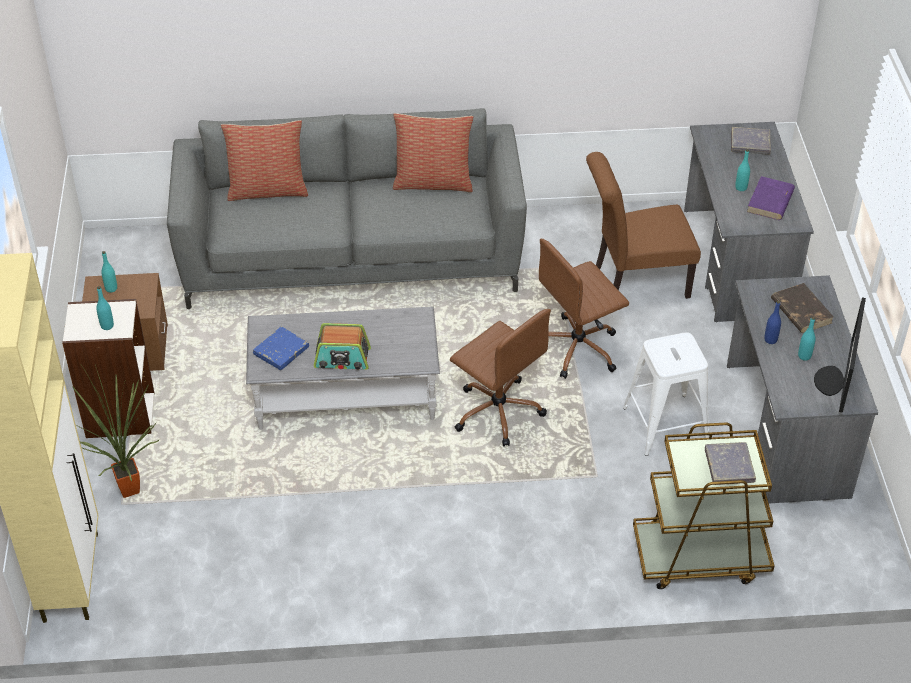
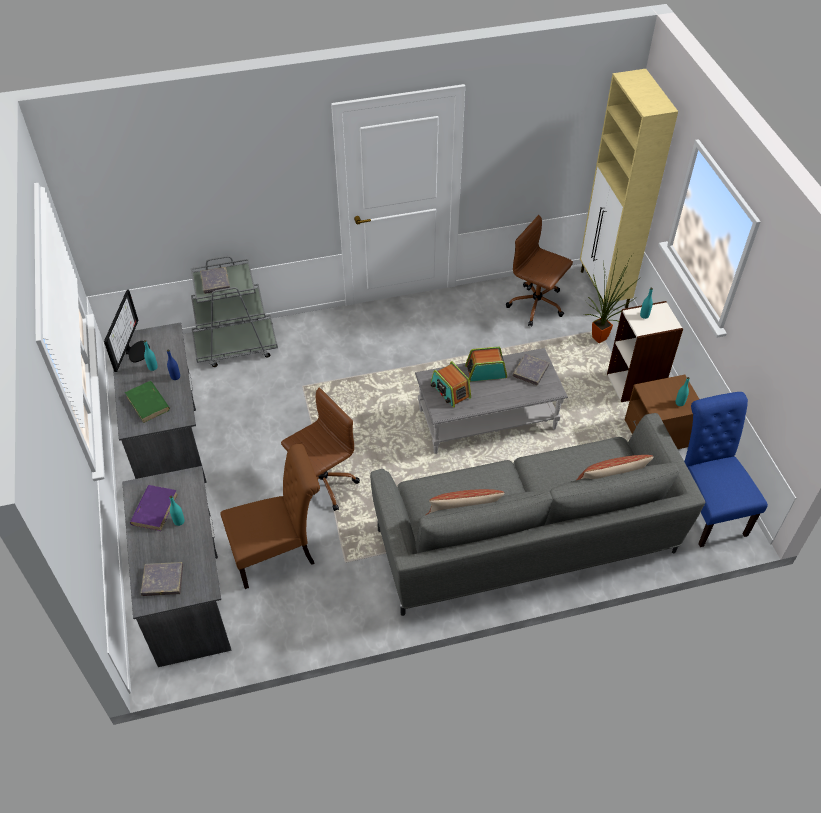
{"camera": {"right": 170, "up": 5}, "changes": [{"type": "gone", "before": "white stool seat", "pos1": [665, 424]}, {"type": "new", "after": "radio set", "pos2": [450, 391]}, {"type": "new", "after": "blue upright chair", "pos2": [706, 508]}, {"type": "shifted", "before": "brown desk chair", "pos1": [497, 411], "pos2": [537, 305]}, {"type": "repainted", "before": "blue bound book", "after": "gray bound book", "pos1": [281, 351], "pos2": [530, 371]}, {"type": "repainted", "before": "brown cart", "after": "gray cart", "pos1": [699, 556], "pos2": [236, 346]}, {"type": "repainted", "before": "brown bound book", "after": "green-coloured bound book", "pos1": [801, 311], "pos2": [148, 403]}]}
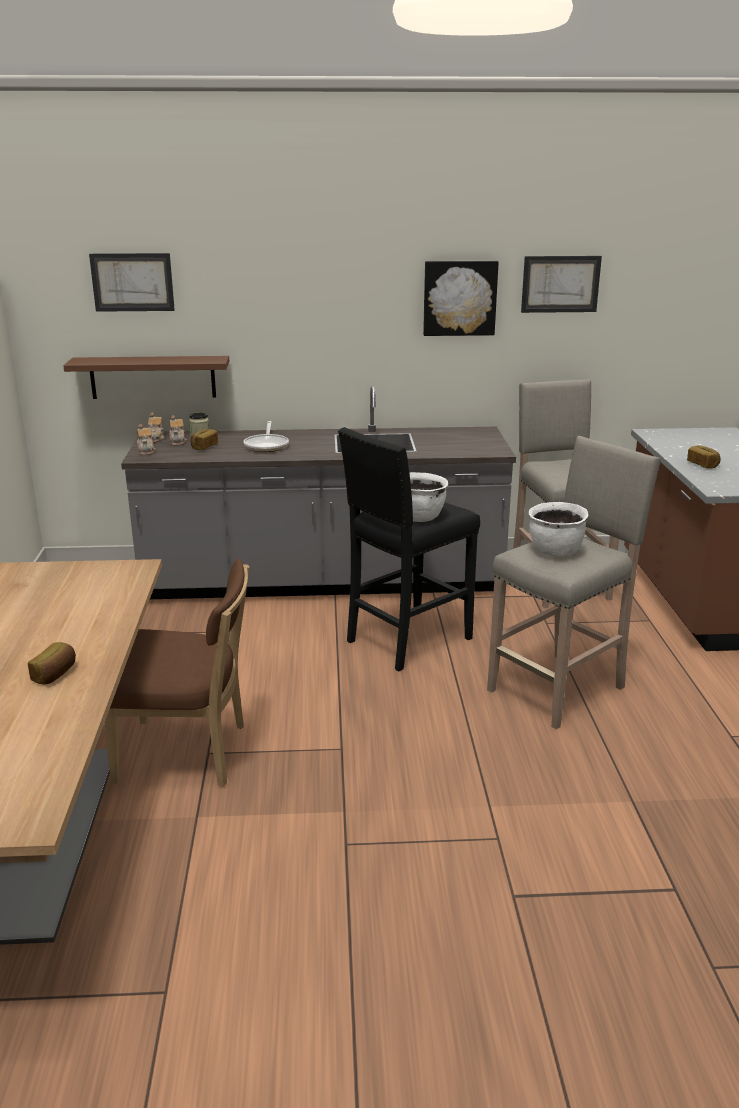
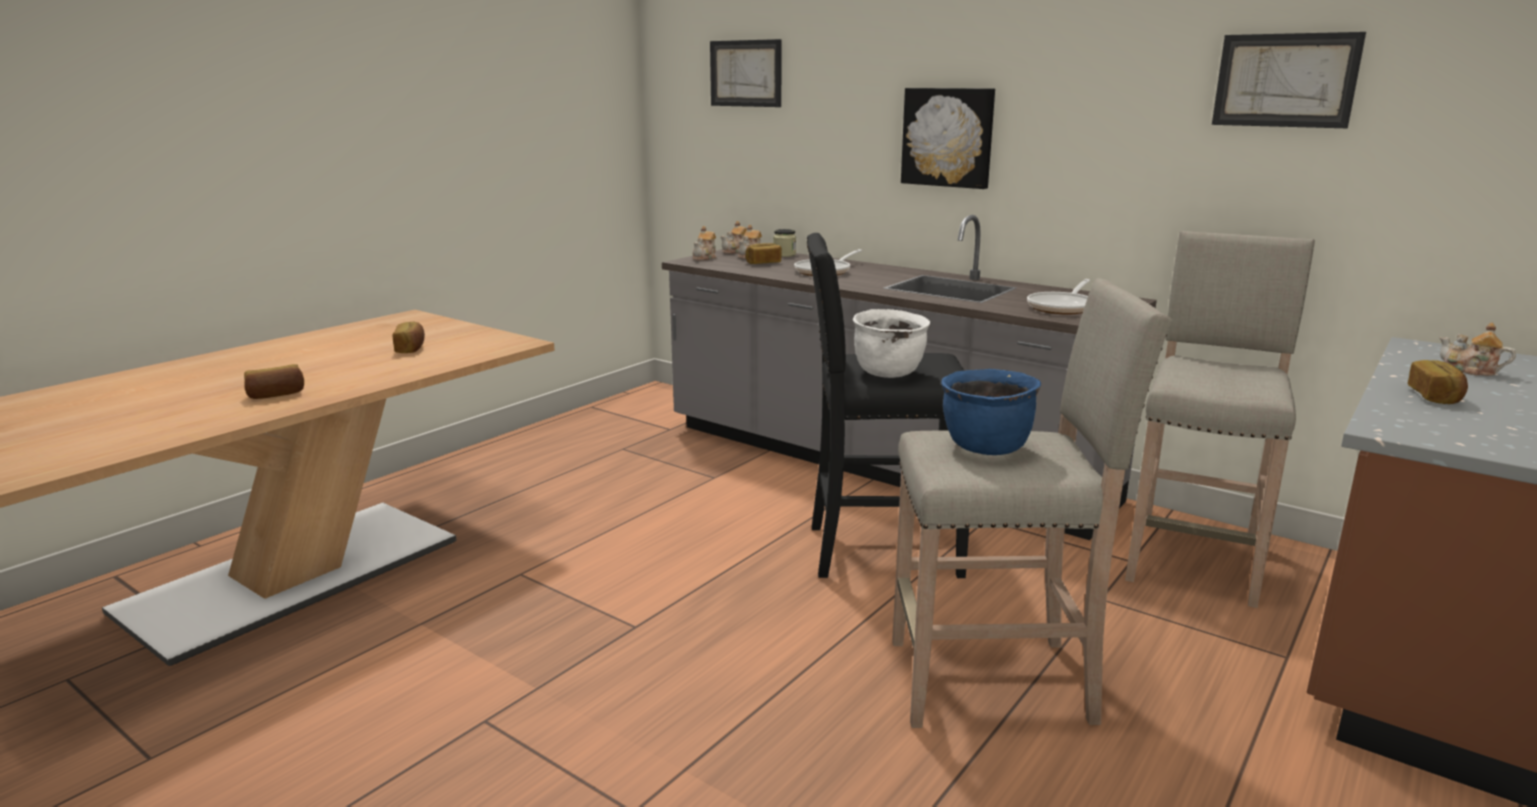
{"camera": {"right": 40, "up": -5}, "changes": [{"type": "gone", "before": "brown bracket shelf", "pos1": [153, 377]}, {"type": "gone", "before": "brown upright chair", "pos1": [188, 754]}, {"type": "new", "after": "bakery bread", "pos2": [411, 348]}, {"type": "new", "after": "skillet", "pos2": [1063, 307]}, {"type": "new", "after": "teapot", "pos2": [1470, 371]}, {"type": "shifted", "before": "wall picture", "pos1": [459, 298], "pos2": [948, 137]}, {"type": "repainted", "before": "white saucepot", "after": "blue saucepot", "pos1": [555, 552], "pos2": [985, 448]}]}
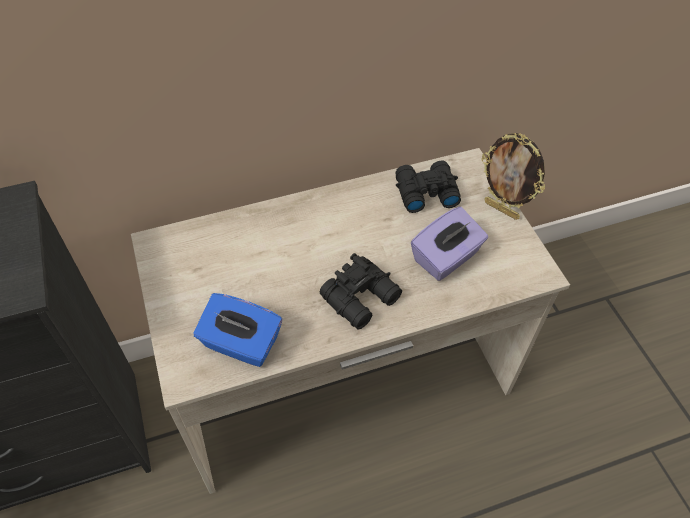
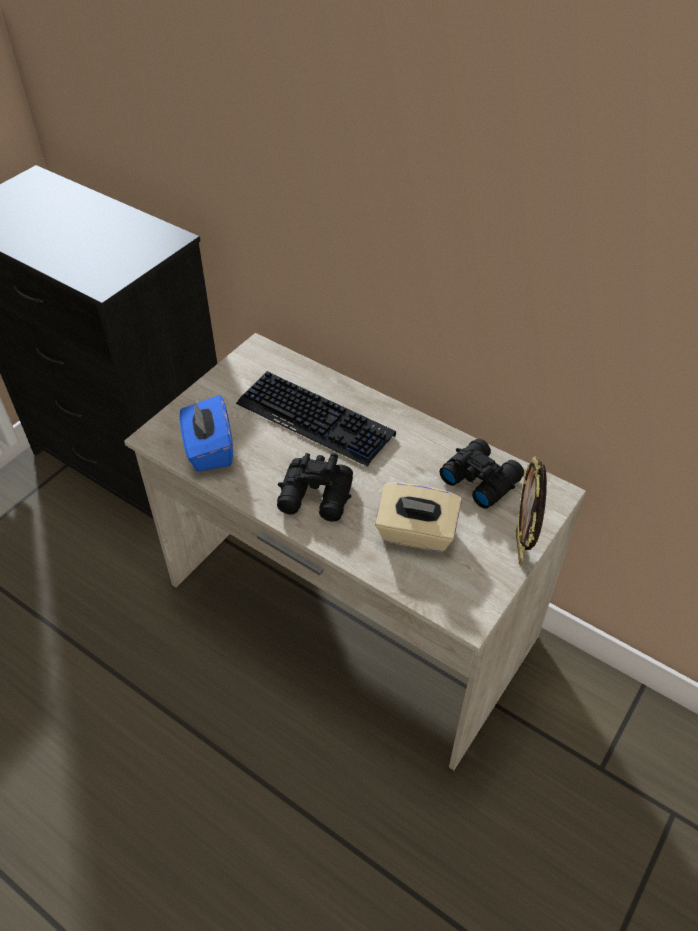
{"camera": {"right": 55, "up": -5}, "changes": [{"type": "new", "after": "keyboard", "pos2": [315, 419]}, {"type": "repainted", "before": "purple tissue box", "after": "beige tissue box", "pos1": [446, 258], "pos2": [416, 533]}]}
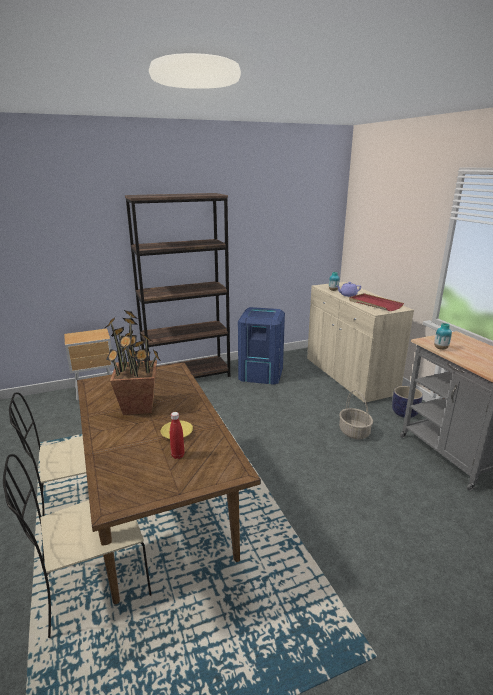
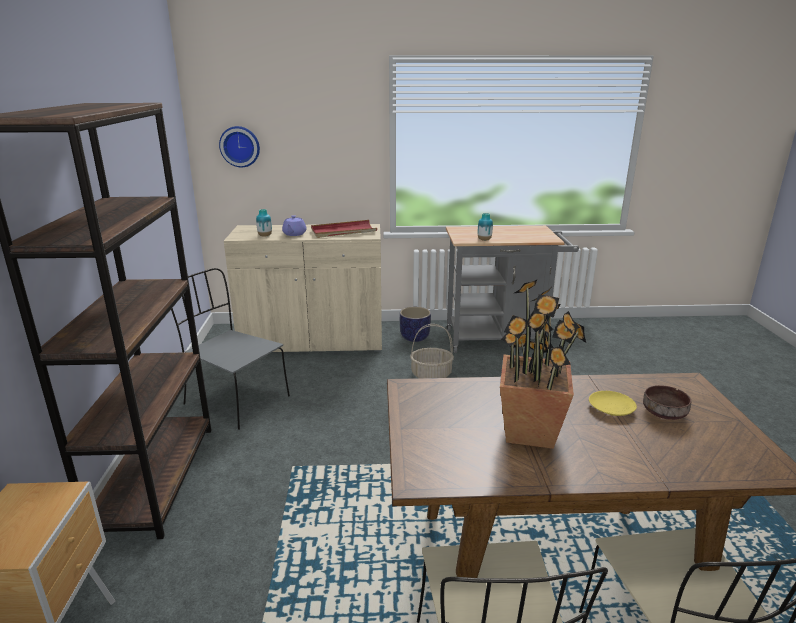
{"camera": {"right": -70, "up": 0}, "changes": [{"type": "new", "after": "hanging clock", "pos2": [240, 146]}, {"type": "swapped", "before": "reddish drink bottle", "after": "brown bowl", "pos1": [178, 455], "pos2": [663, 413]}, {"type": "swapped", "before": "blue rubbish bin", "after": "gray upright chair", "pos1": [261, 373], "pos2": [235, 400]}]}
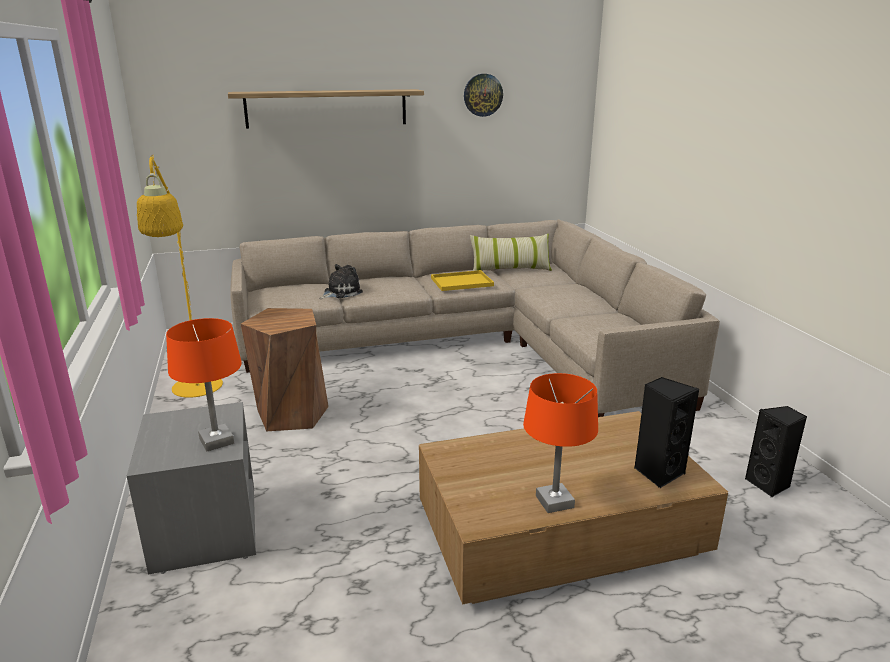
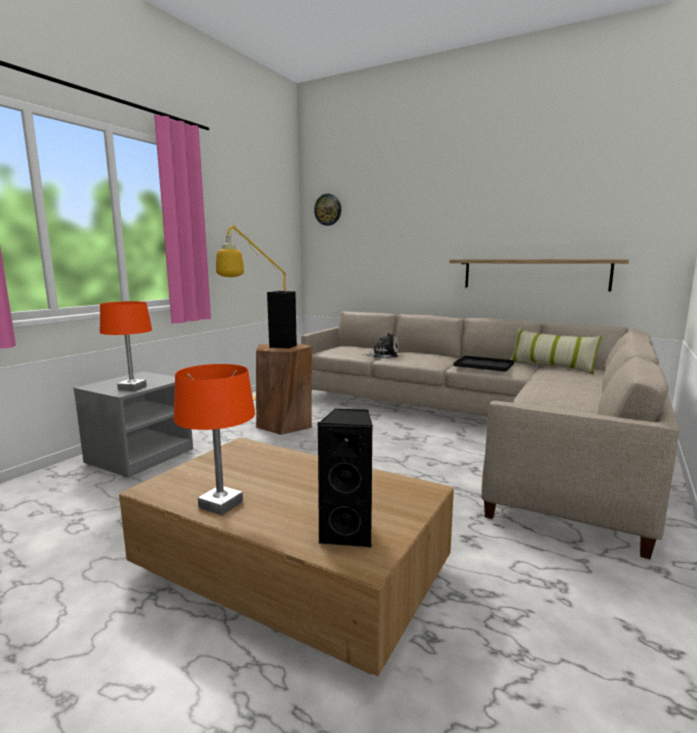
{"camera": {"right": 45, "up": -10}, "changes": [{"type": "shifted", "before": "bracket shelf", "pos1": [327, 108], "pos2": [534, 274]}, {"type": "shifted", "before": "hanging clock", "pos1": [483, 95], "pos2": [328, 209]}, {"type": "shifted", "before": "black-coloured audio speaker", "pos1": [769, 485], "pos2": [283, 346]}, {"type": "repainted", "before": "yellow-coloured tray", "after": "black-coloured tray", "pos1": [462, 281], "pos2": [485, 365]}]}
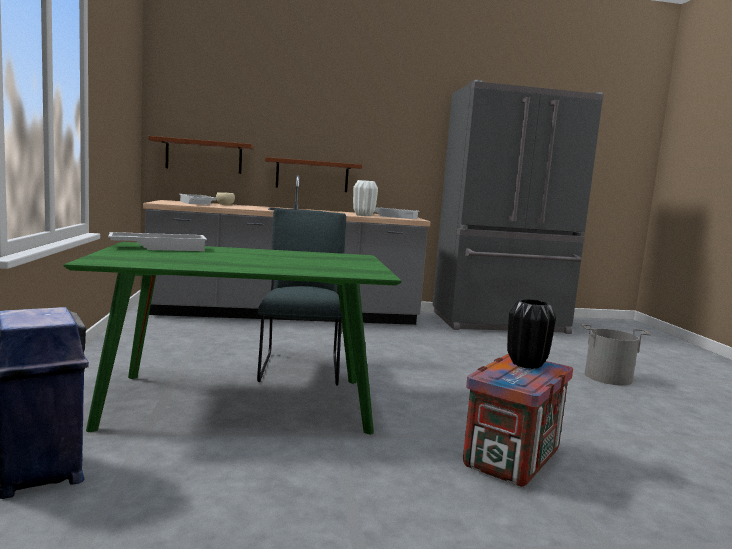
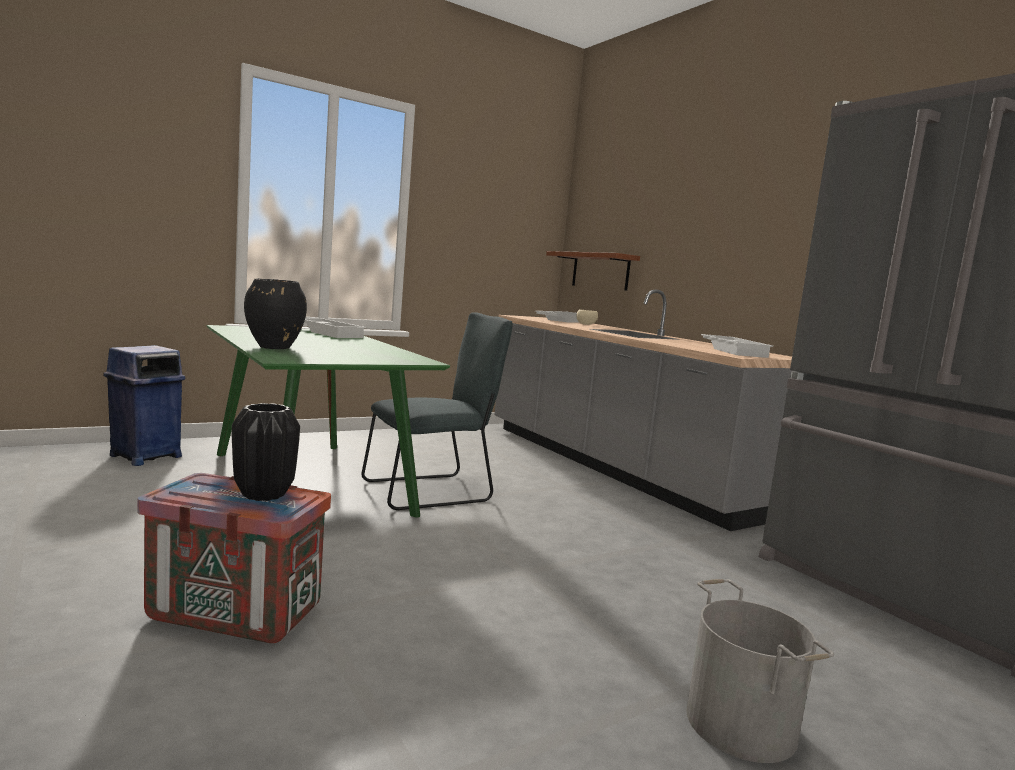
{"camera": {"right": 65, "up": 0}, "changes": [{"type": "gone", "before": "brown bracket shelf", "pos1": [312, 175]}, {"type": "gone", "before": "white flower vase", "pos1": [364, 215]}, {"type": "new", "after": "black-coloured flower vase", "pos2": [275, 347]}]}
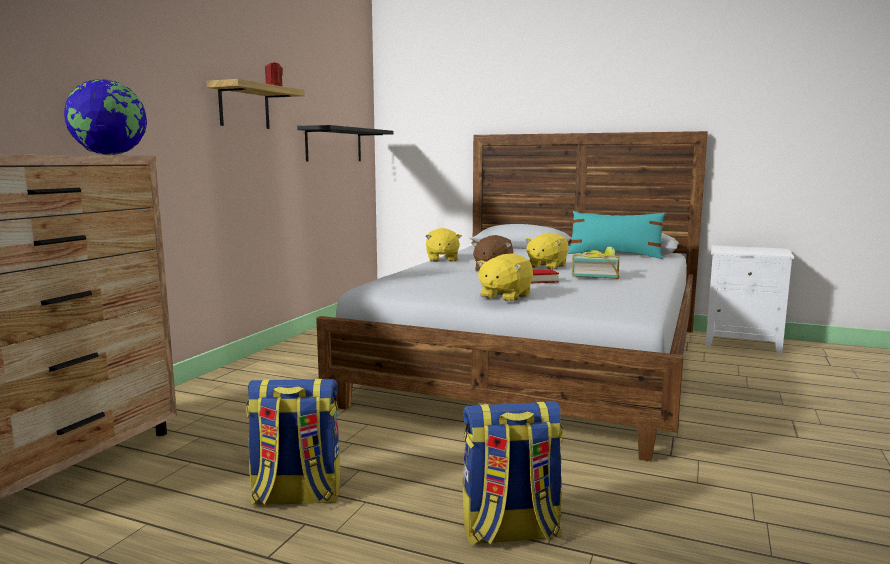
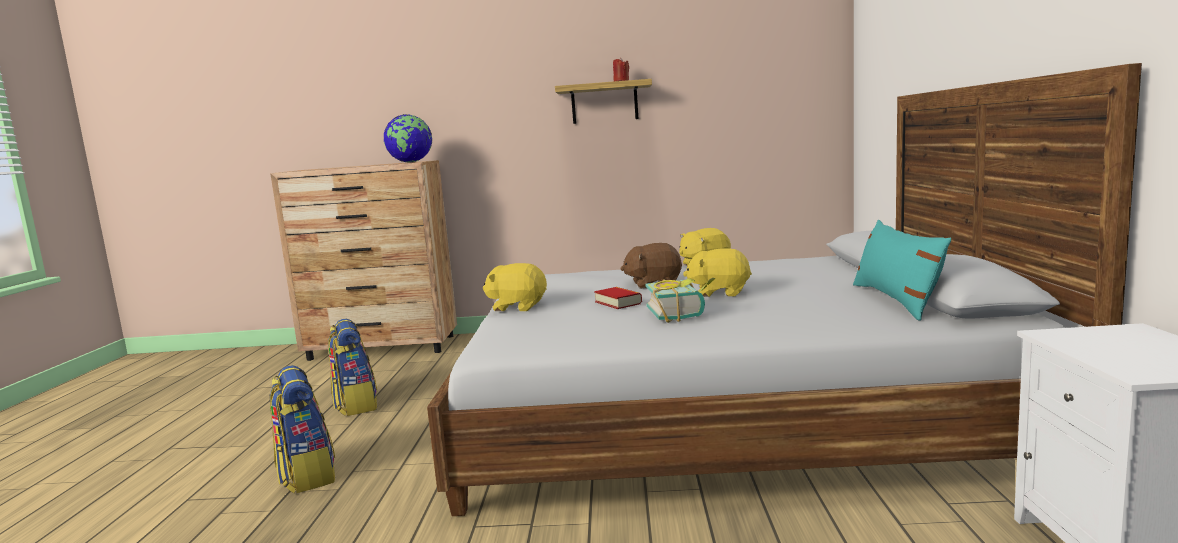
{"camera": {"right": 70, "up": 0}, "changes": [{"type": "gone", "before": "black-coloured bracket shelf", "pos1": [334, 145]}]}
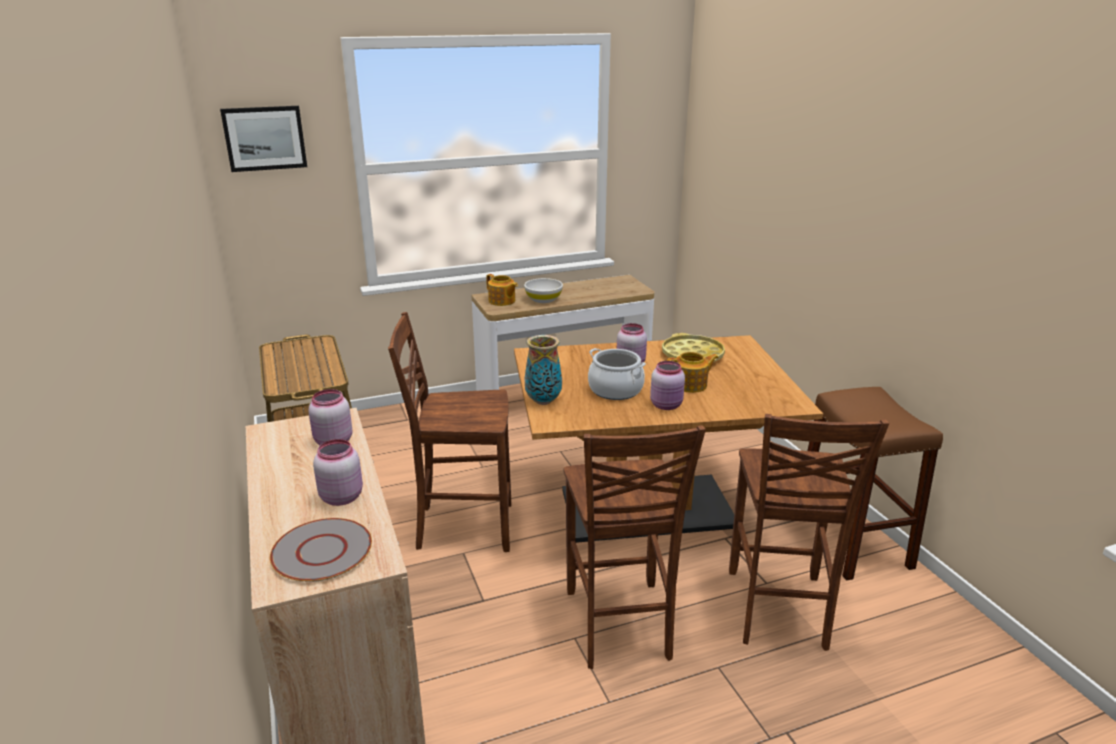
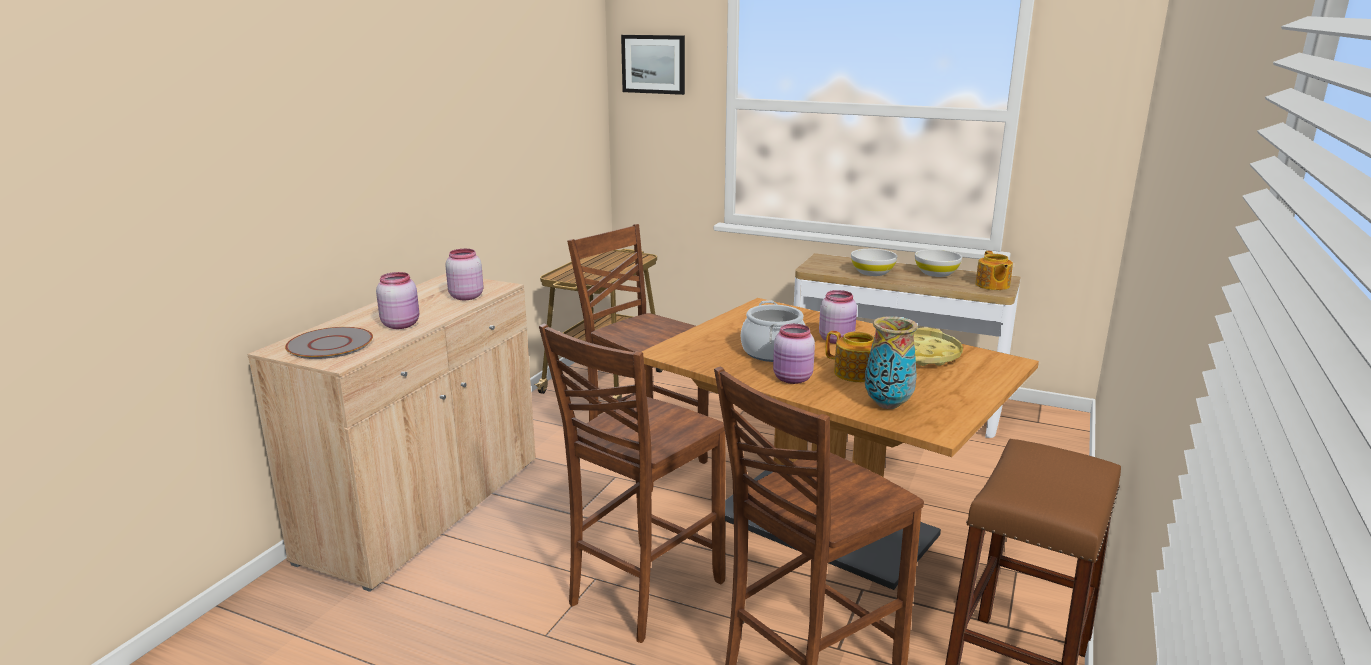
{"camera": {"right": 45, "up": -5}, "changes": [{"type": "new", "after": "white bowl", "pos2": [936, 273]}, {"type": "shifted", "before": "teapot", "pos1": [502, 301], "pos2": [992, 285]}, {"type": "shifted", "before": "flower vase", "pos1": [543, 401], "pos2": [887, 404]}]}
